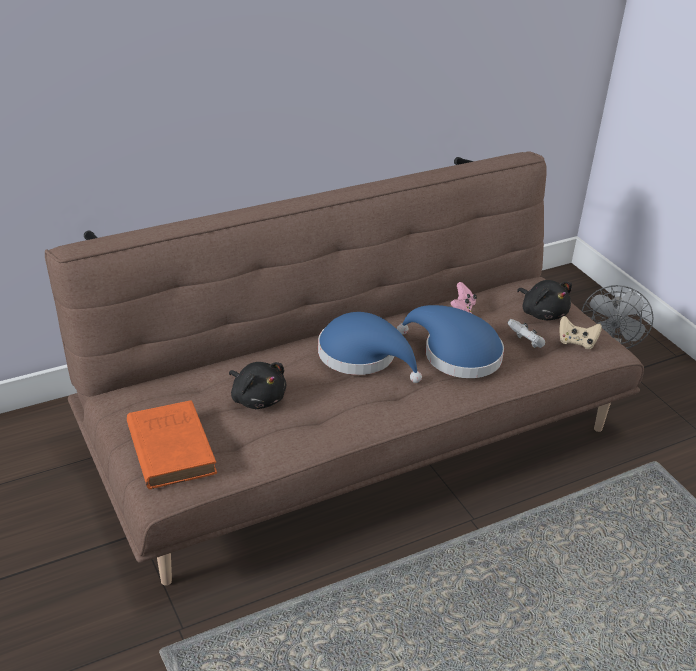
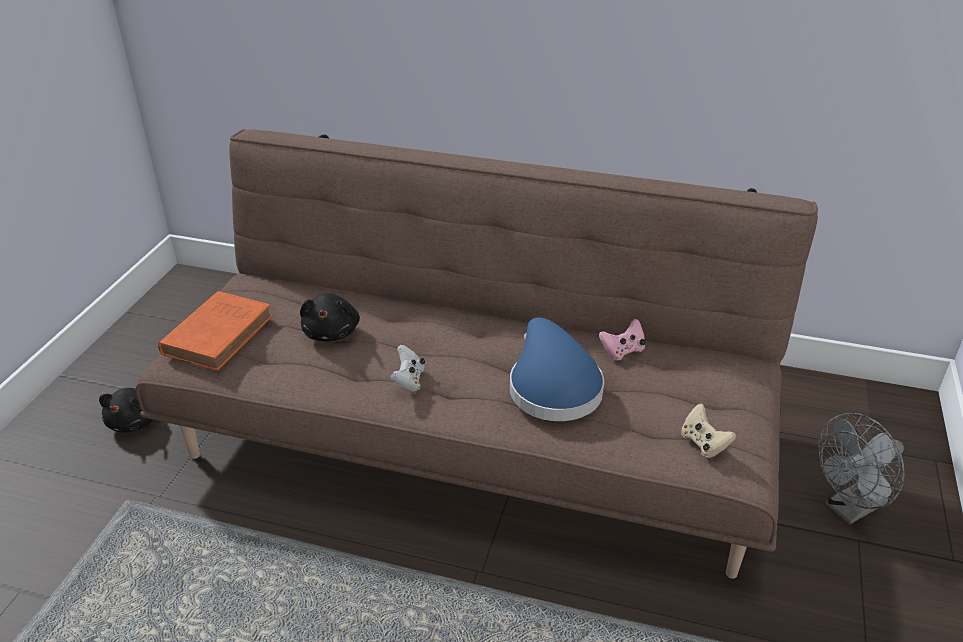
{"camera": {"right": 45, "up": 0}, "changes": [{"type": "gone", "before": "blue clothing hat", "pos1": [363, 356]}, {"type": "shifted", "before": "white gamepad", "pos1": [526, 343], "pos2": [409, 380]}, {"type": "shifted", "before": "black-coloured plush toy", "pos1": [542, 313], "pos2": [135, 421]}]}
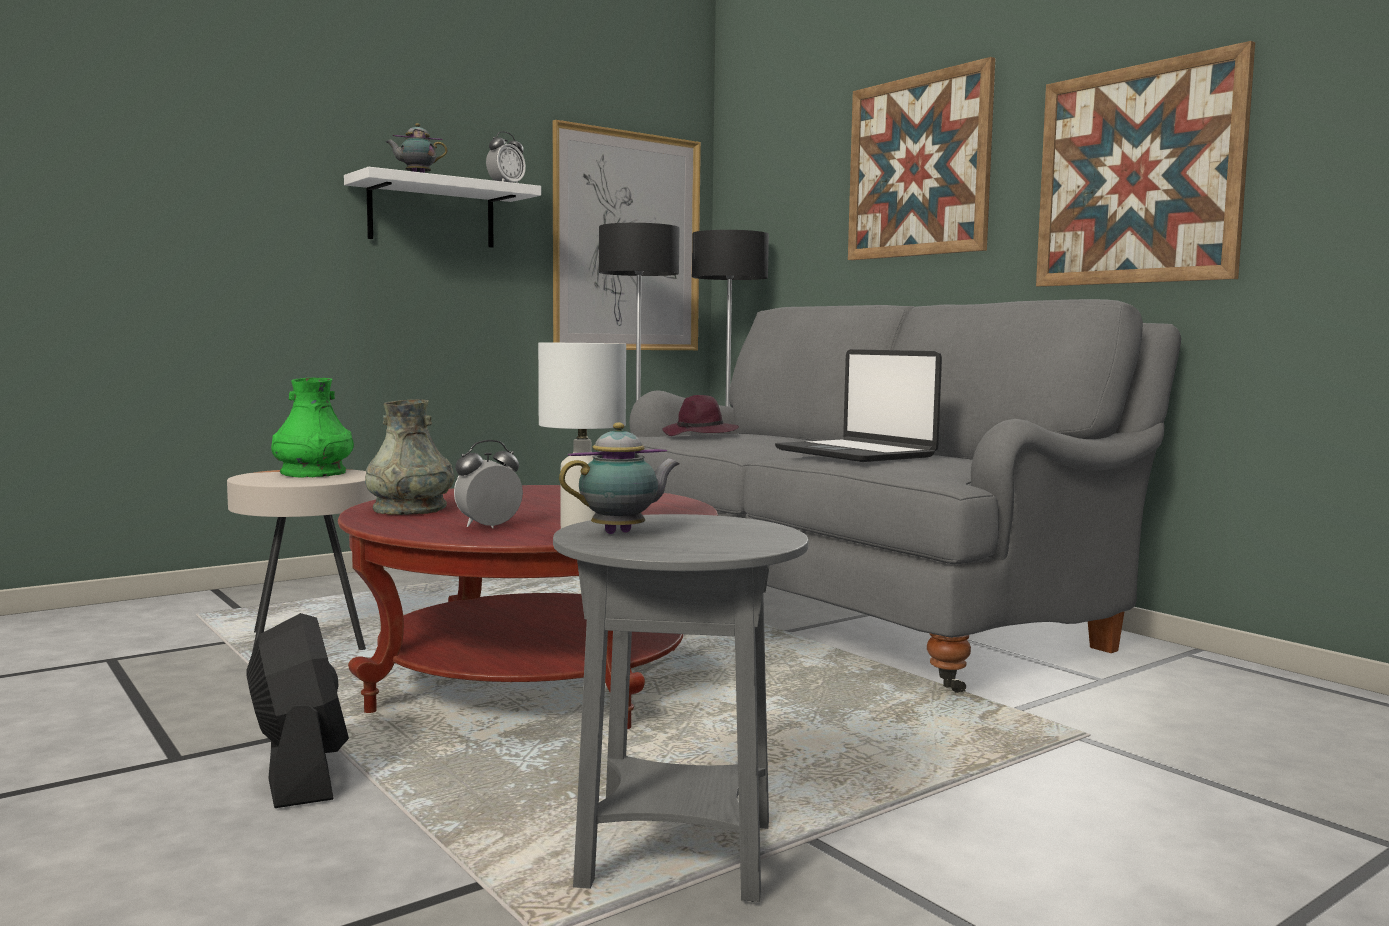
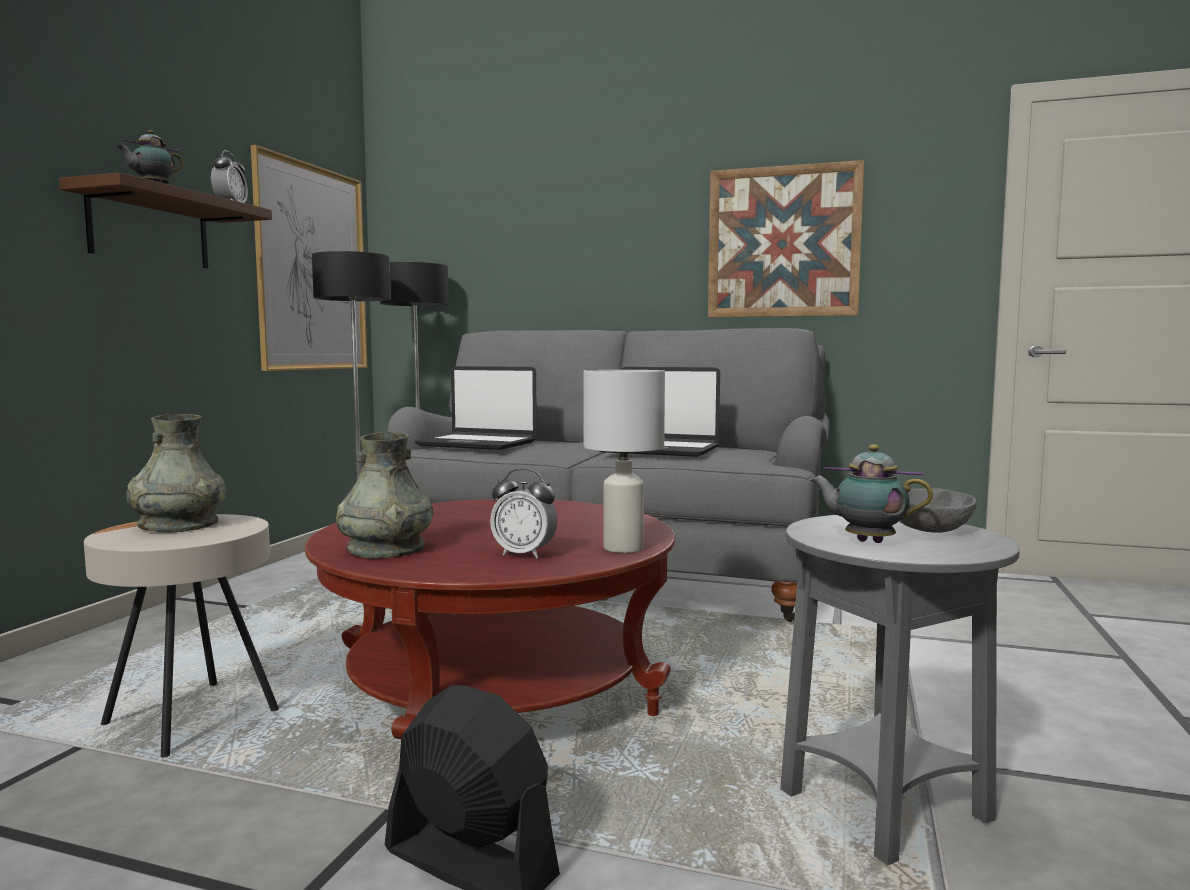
{"camera": {"right": -35, "up": 0}, "changes": [{"type": "gone", "before": "wall picture", "pos1": [918, 166]}, {"type": "new", "after": "gray bowl", "pos2": [930, 530]}, {"type": "swapped", "before": "purple clothing hat", "after": "portable computer", "pos1": [701, 434], "pos2": [477, 444]}, {"type": "repainted", "before": "green-coloured flower vase", "after": "gray flower vase", "pos1": [313, 473], "pos2": [178, 525]}, {"type": "repainted", "before": "white bracket shelf", "after": "brown bracket shelf", "pos1": [432, 213], "pos2": [150, 229]}, {"type": "rotated", "before": "table clock", "pos1": [488, 527], "pos2": [524, 554], "turn": -90}, {"type": "rotated", "before": "teapot", "pos1": [622, 533], "pos2": [865, 541], "turn": -90}]}
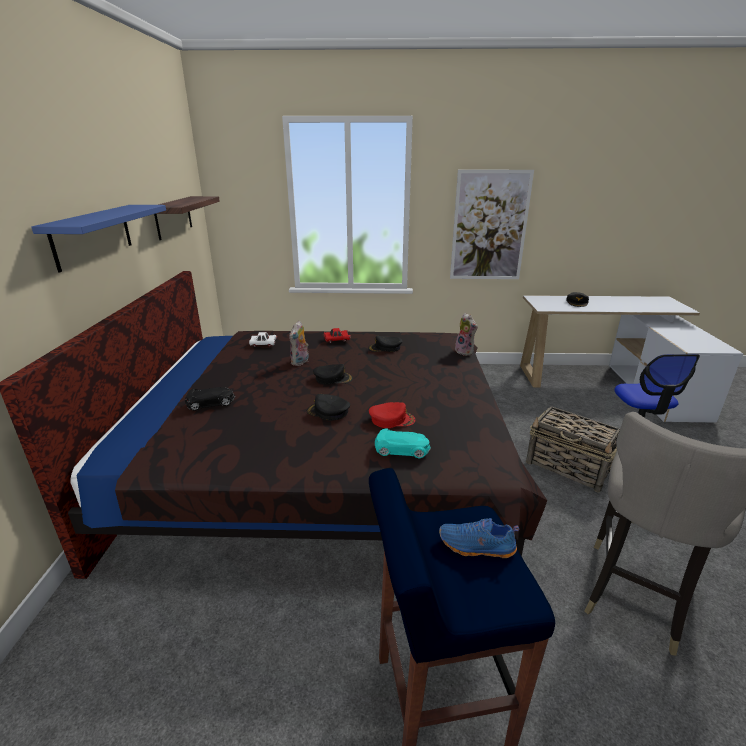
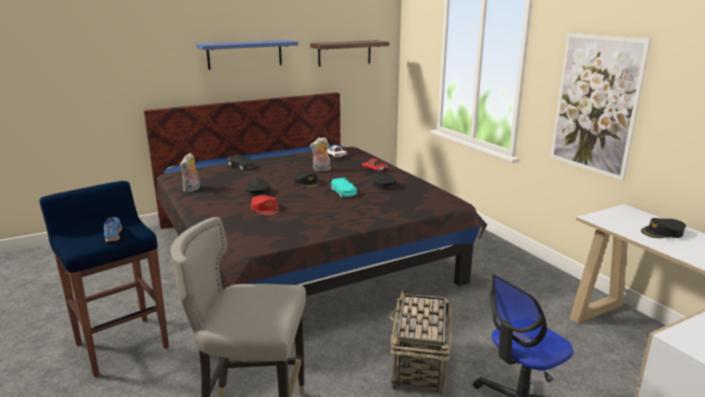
{"camera": {"right": 60, "up": -5}, "changes": [{"type": "shifted", "before": "turquoise-coloured miniature car", "pos1": [402, 449], "pos2": [343, 192]}, {"type": "shifted", "before": "plush toy", "pos1": [465, 352], "pos2": [192, 189]}]}
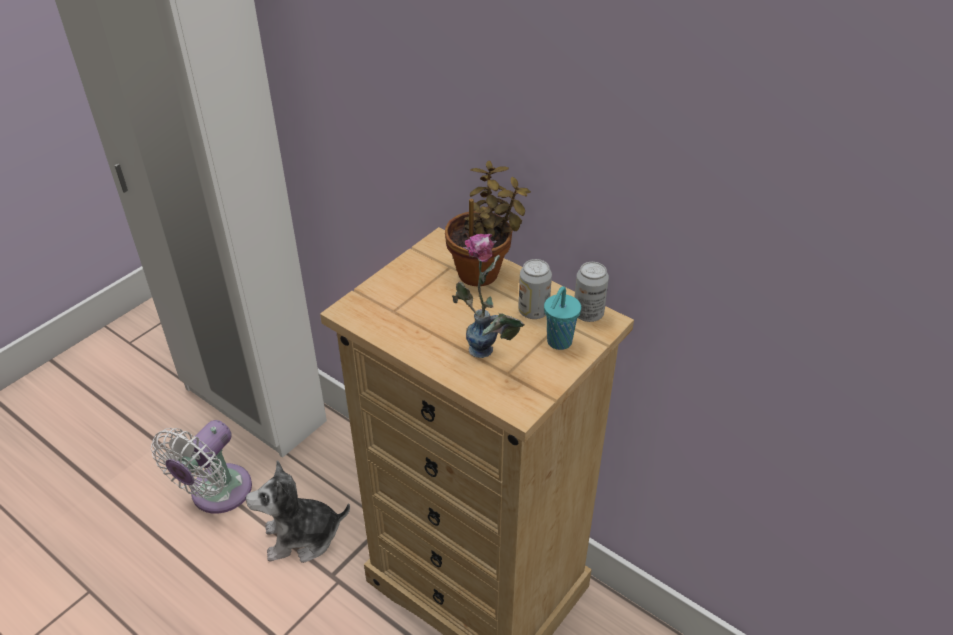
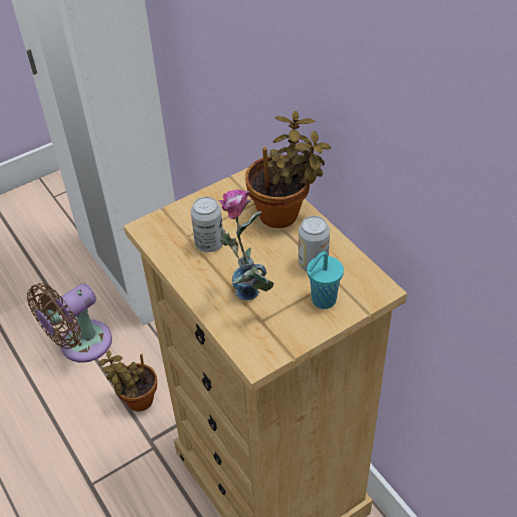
{"camera": {"right": 20, "up": 5}, "changes": [{"type": "shifted", "before": "metal can", "pos1": [588, 314], "pos2": [209, 244]}, {"type": "swapped", "before": "plush toy", "after": "houseplant", "pos1": [302, 537], "pos2": [137, 400]}, {"type": "repainted", "before": "white cooling fan", "after": "brown cooling fan", "pos1": [216, 494], "pos2": [81, 345]}]}
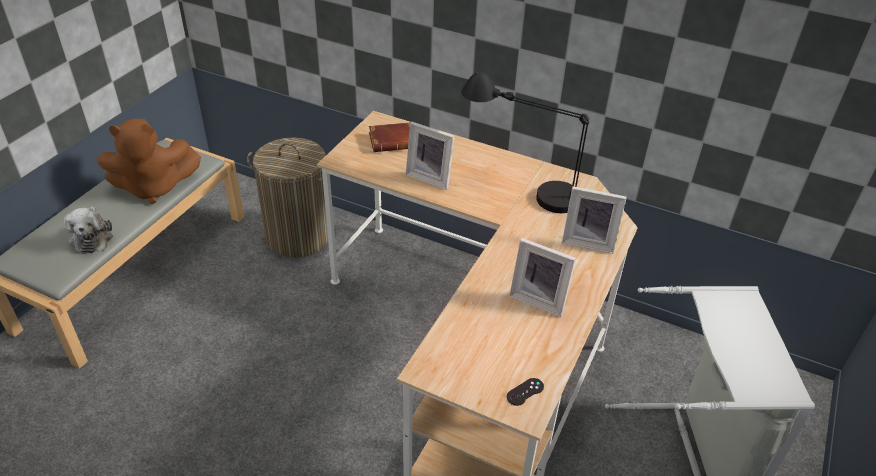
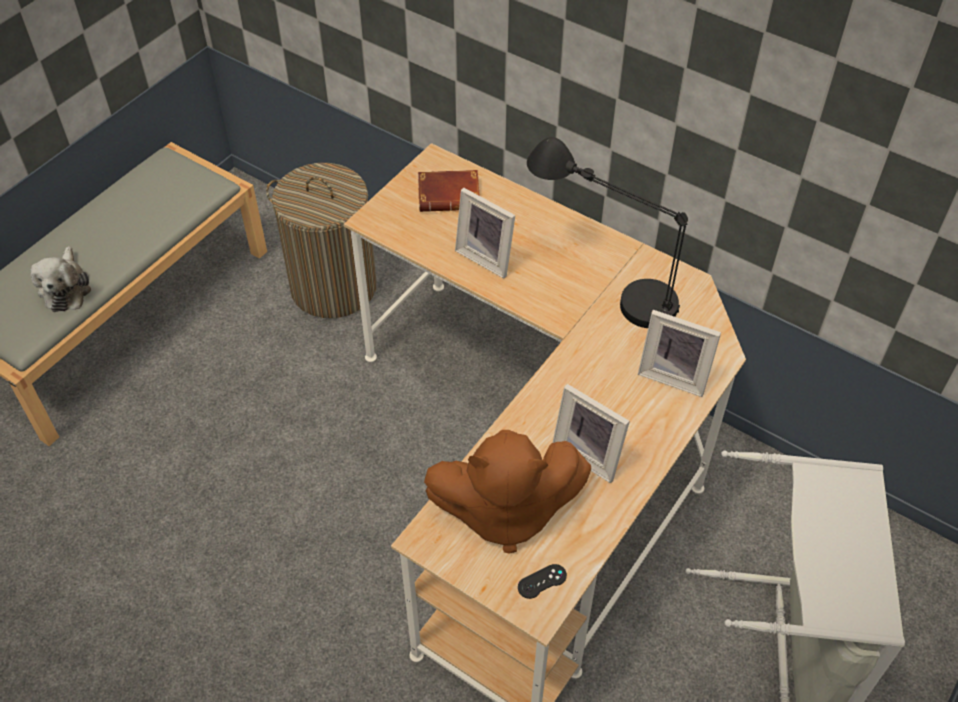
{"camera": {"right": 10, "up": 10}, "changes": [{"type": "shifted", "before": "brown plush toy", "pos1": [154, 187], "pos2": [504, 511]}]}
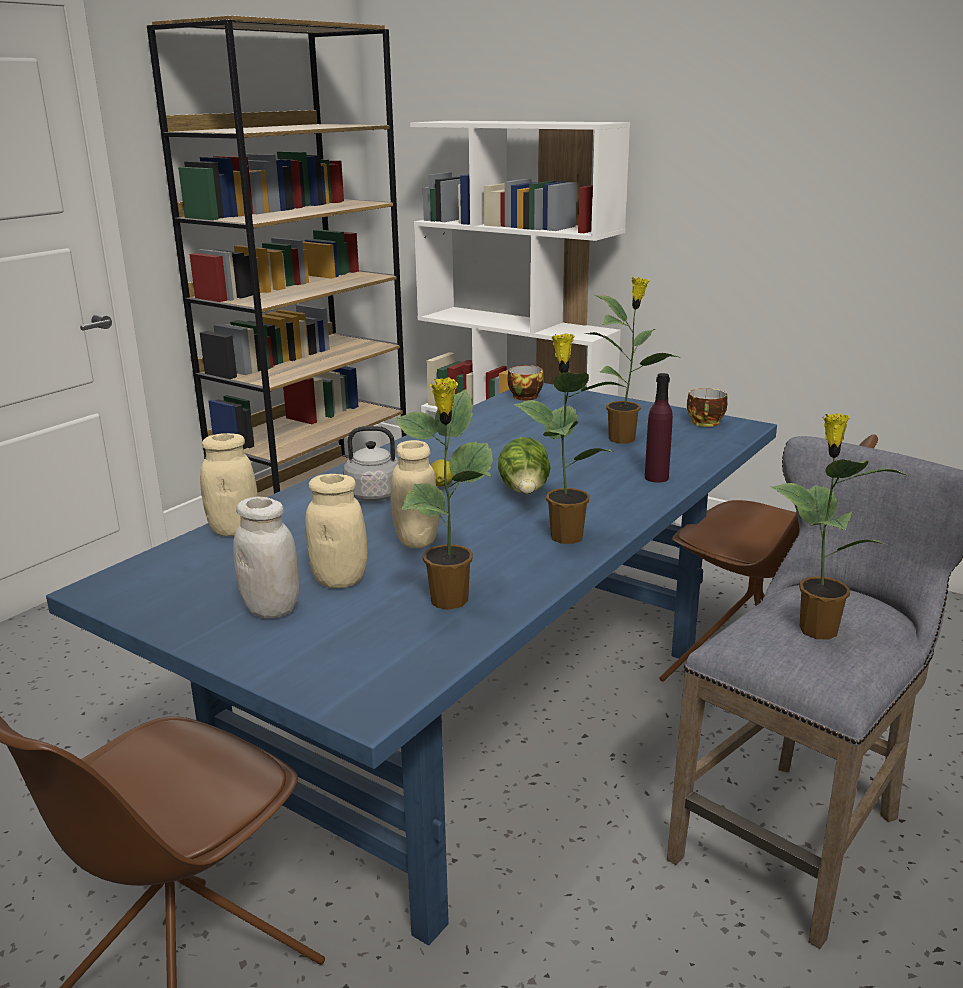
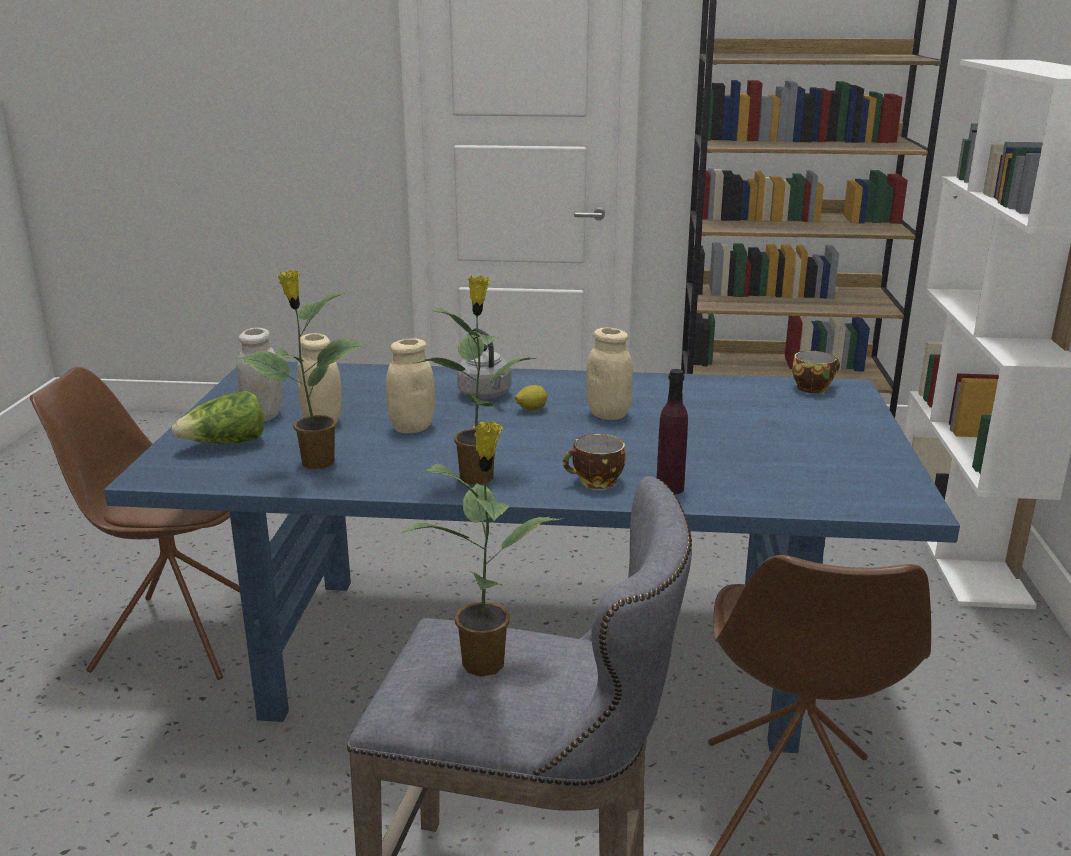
{"camera": {"right": 60, "up": 0}, "changes": [{"type": "gone", "before": "houseplant", "pos1": [623, 439]}, {"type": "shifted", "before": "beige storage jar", "pos1": [234, 529], "pos2": [608, 414]}, {"type": "shifted", "before": "lettuce head", "pos1": [525, 491], "pos2": [226, 444]}, {"type": "shifted", "before": "drinking cup", "pos1": [706, 423], "pos2": [596, 482]}]}
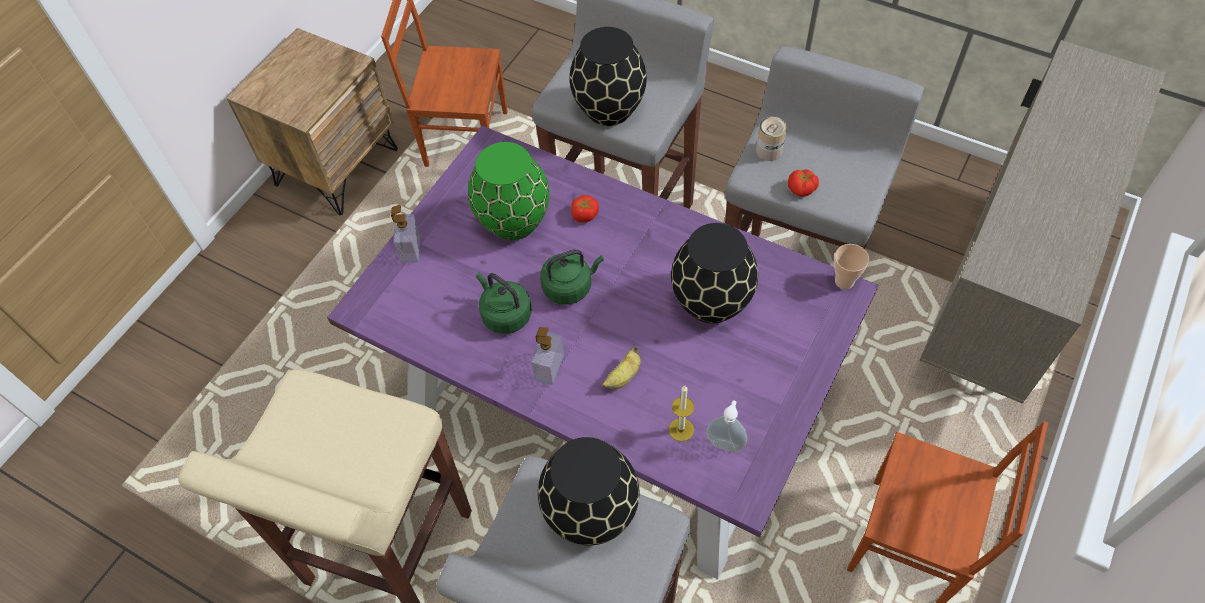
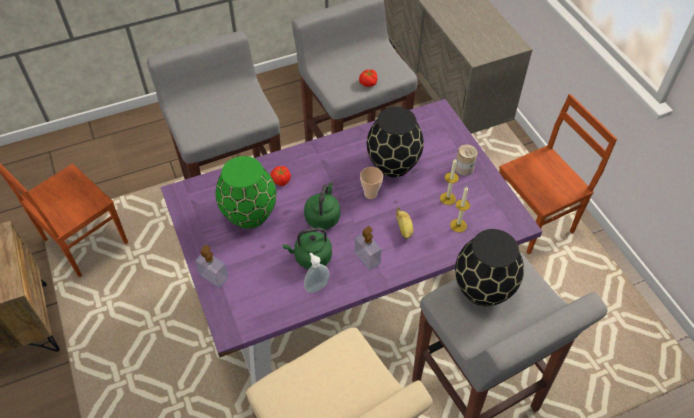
{"camera": {"right": -55, "up": -5}, "changes": [{"type": "gone", "before": "black-coloured flower vase", "pos1": [610, 109]}, {"type": "new", "after": "wax candle", "pos2": [447, 198]}, {"type": "shifted", "before": "liquid soap bottle", "pos1": [725, 443], "pos2": [316, 286]}, {"type": "shifted", "before": "metal can", "pos1": [769, 150], "pos2": [464, 168]}, {"type": "shifted", "before": "drinking cup", "pos1": [844, 281], "pos2": [370, 194]}]}
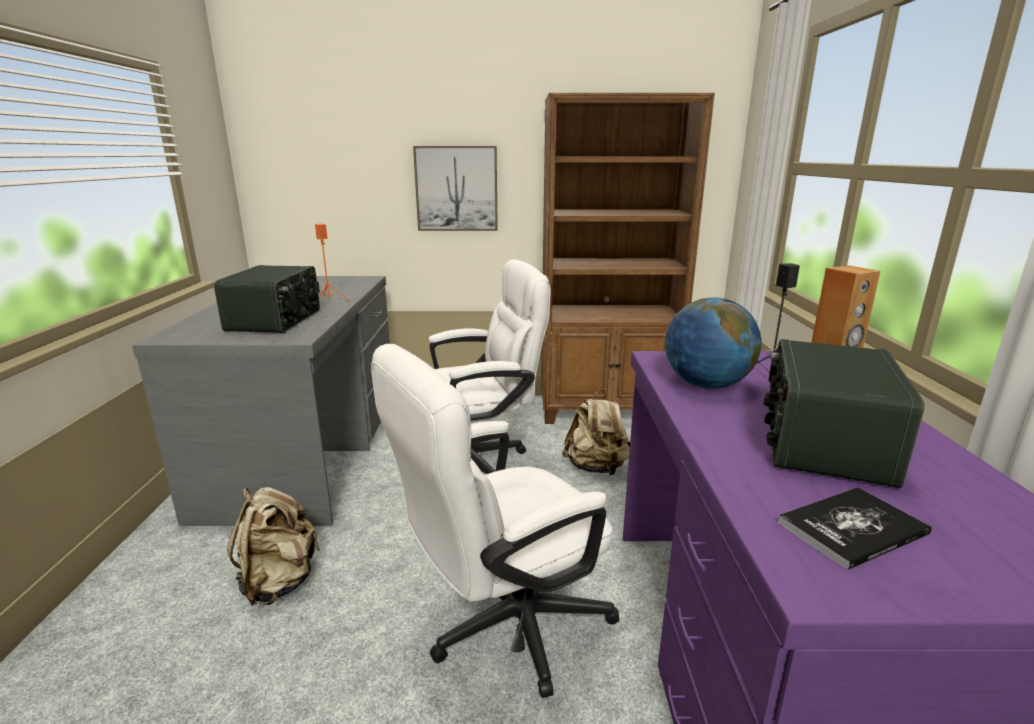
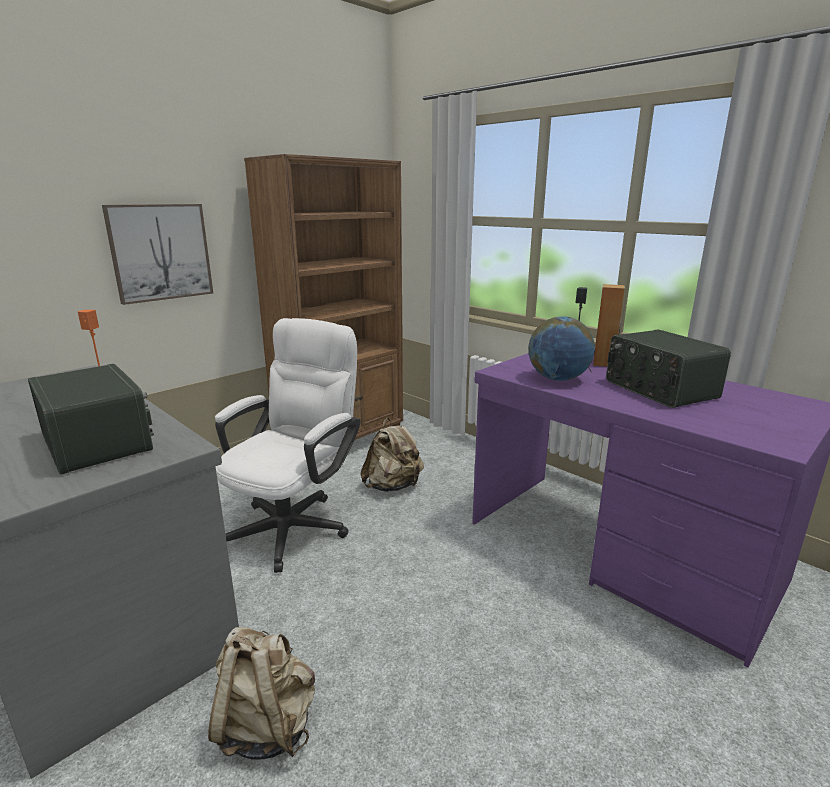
{"camera": {"right": -45, "up": 0}, "changes": [{"type": "gone", "before": "white desk chair", "pos1": [503, 626]}, {"type": "gone", "before": "bound book", "pos1": [852, 528]}]}
